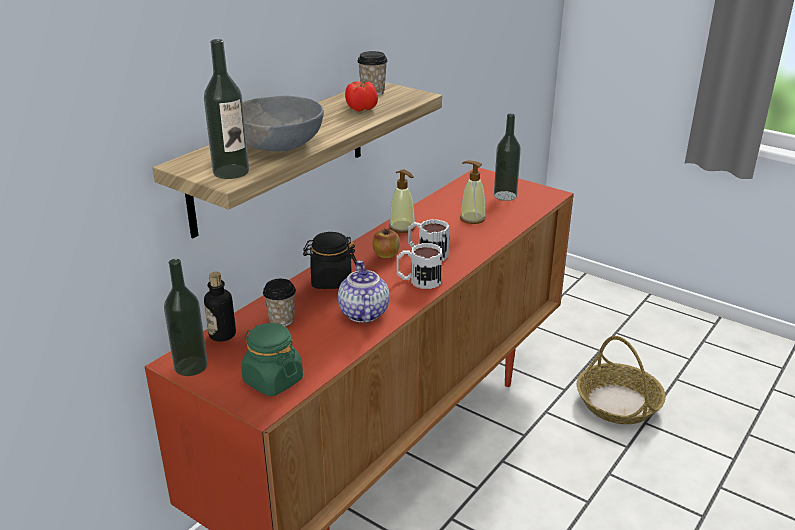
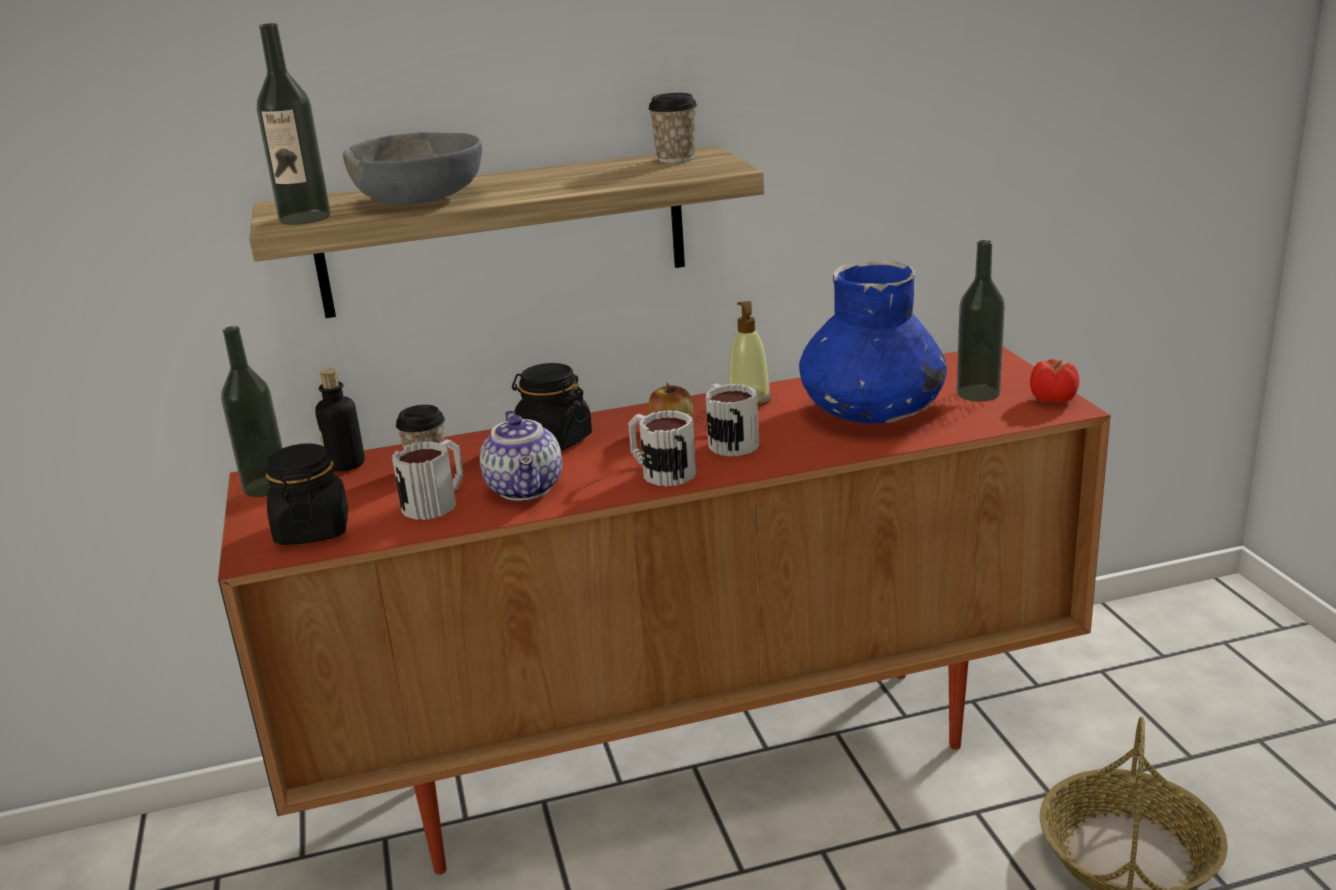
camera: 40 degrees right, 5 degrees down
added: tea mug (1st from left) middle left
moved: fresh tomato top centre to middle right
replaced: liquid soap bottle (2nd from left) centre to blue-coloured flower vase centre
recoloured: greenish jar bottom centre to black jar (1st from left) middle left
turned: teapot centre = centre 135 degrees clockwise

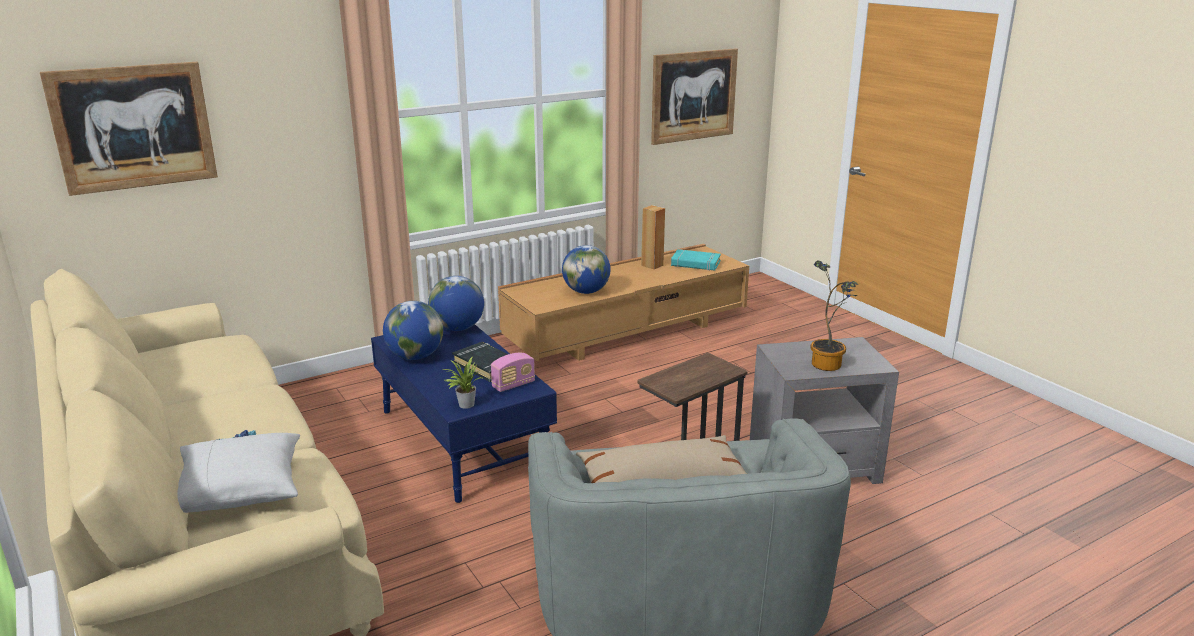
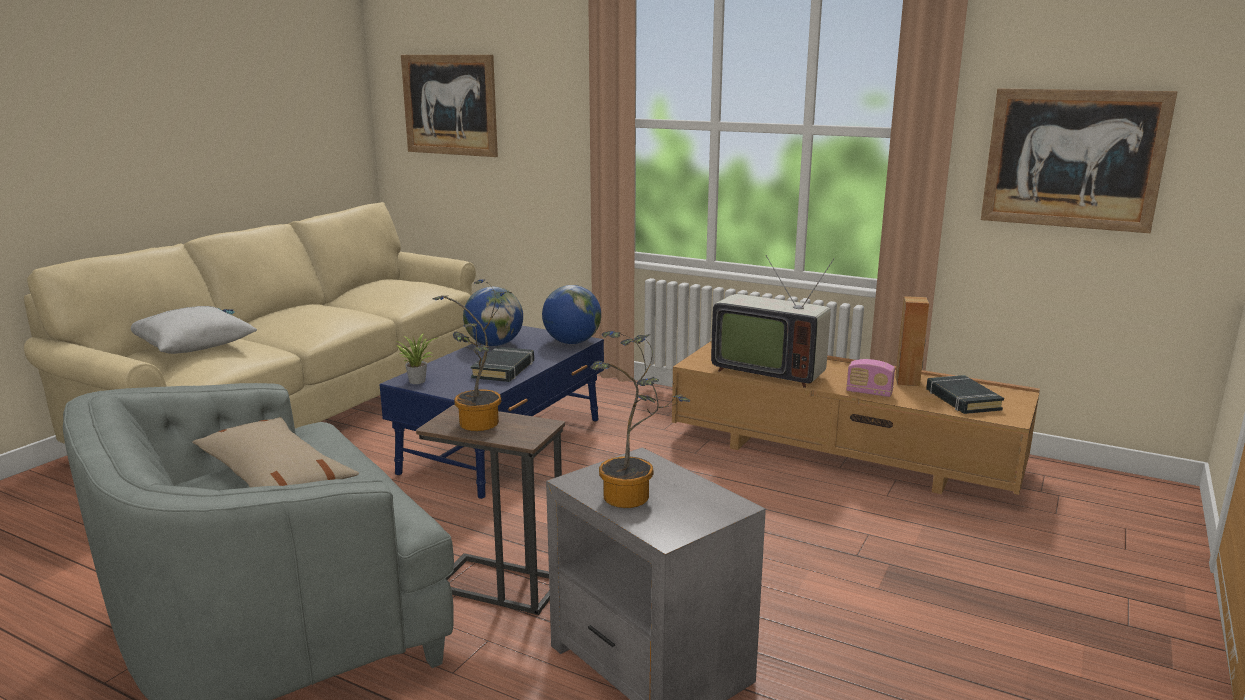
camera: 60 degrees right, 5 degrees down
added: plant in a pot (2nd from left) centre
moved: radio receiver centre to middle right
replaced: globe (3rd from left) centre to TV set centre
recoloured: turquoise bound book centre to black bound book (2nd from left) middle right

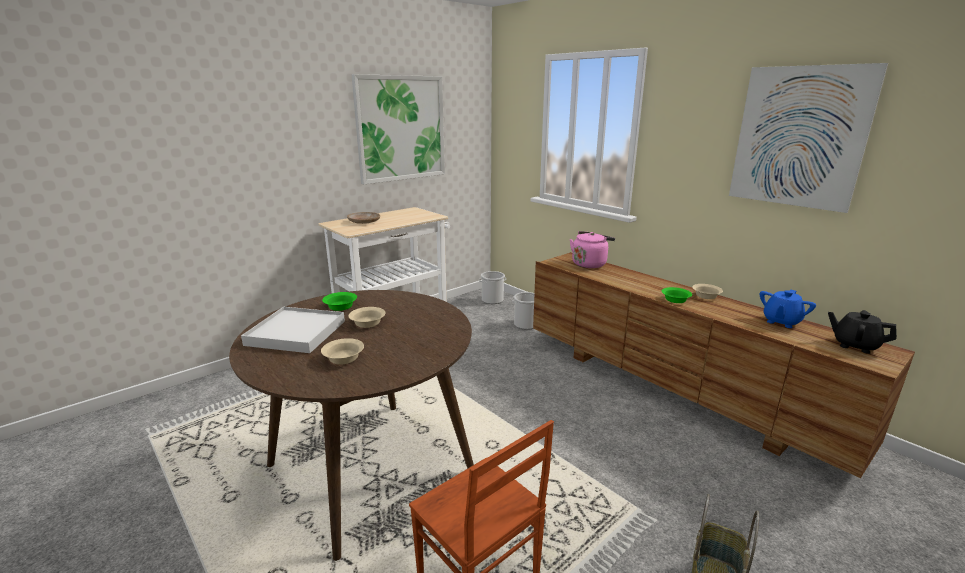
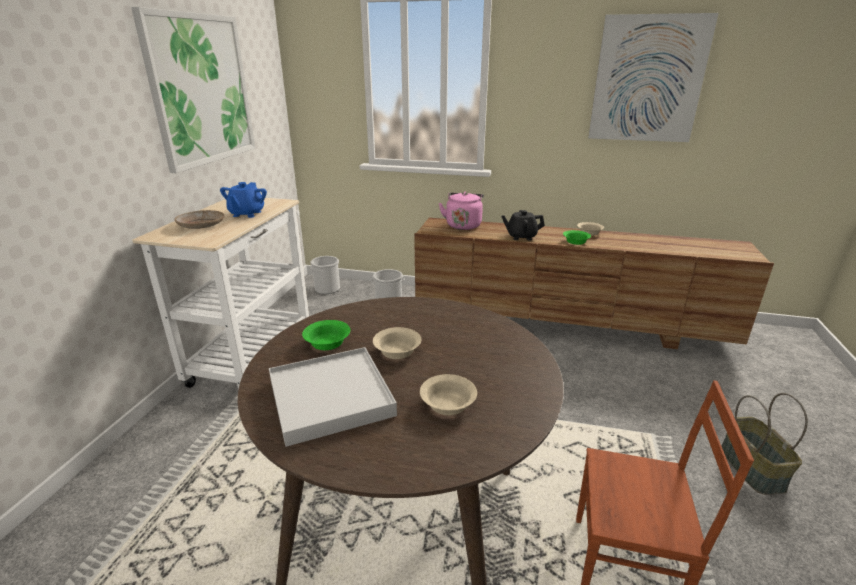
camera: 35 degrees left, 5 degrees up
moved: blue-coloured teapot middle right to middle left; black teapot middle right to centre

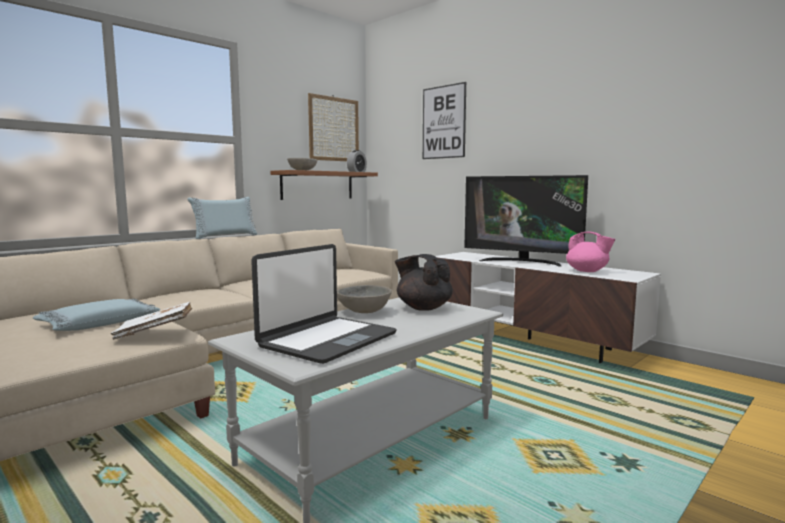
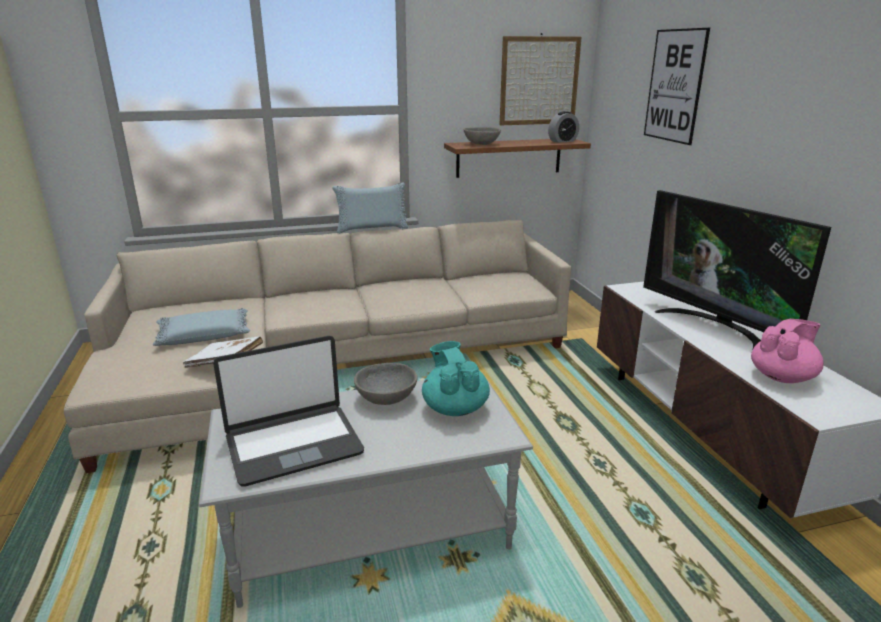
camera: 30 degrees right, 15 degrees up
recoloured: black teapot centre to turquoise teapot centre
turned: pink teapot middle right = middle right 105 degrees counterclockwise

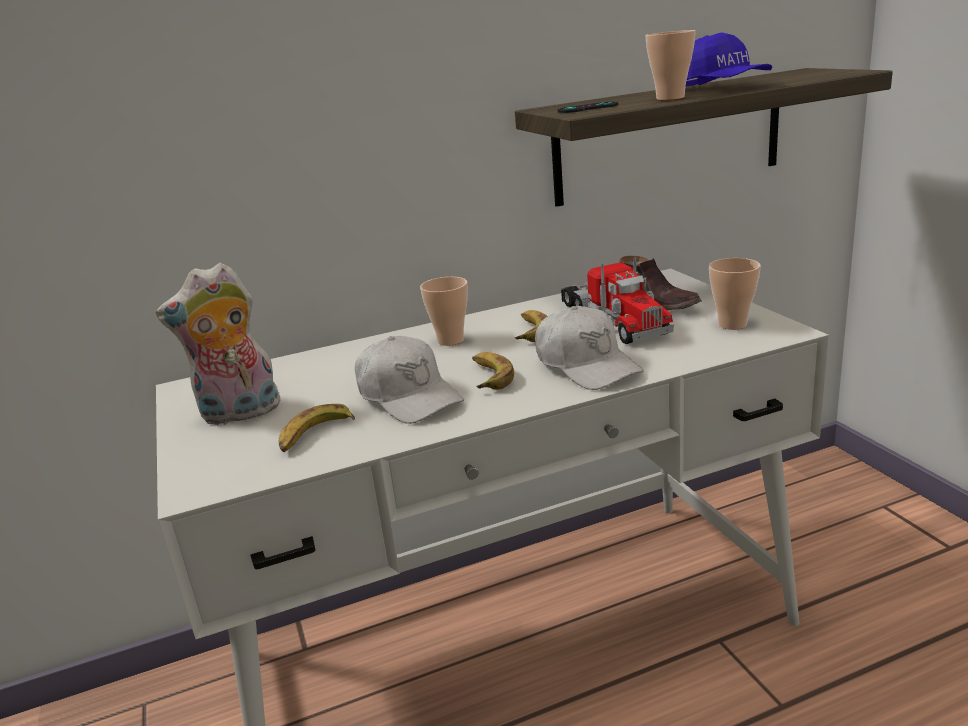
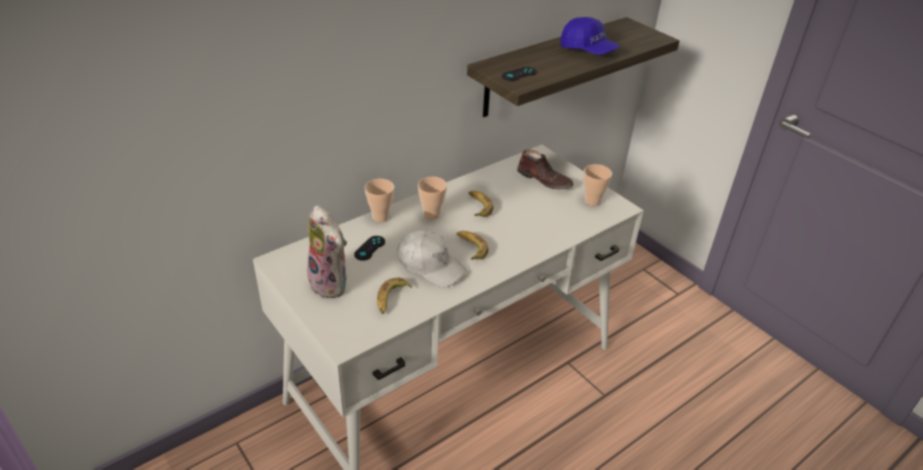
camera: 20 degrees left, 15 degrees up
removed: toy truck centre; white-coloured baseball cap (2nd from left) centre
added: black game controller (1st from left) centre
moved: small cup (2nd from left in the first image) top right to small cup (1st from left) centre
turned: soft toy middle left = centre 90 degrees counterclockwise

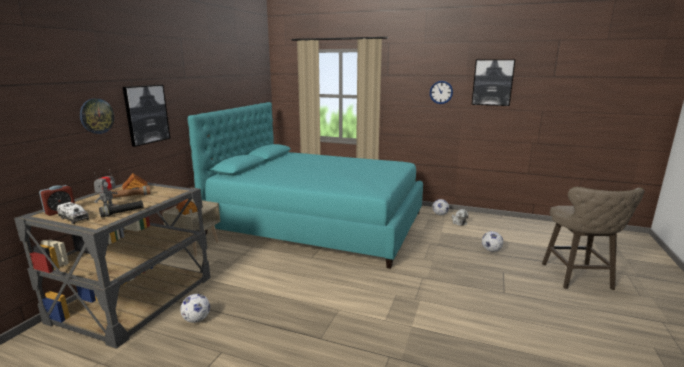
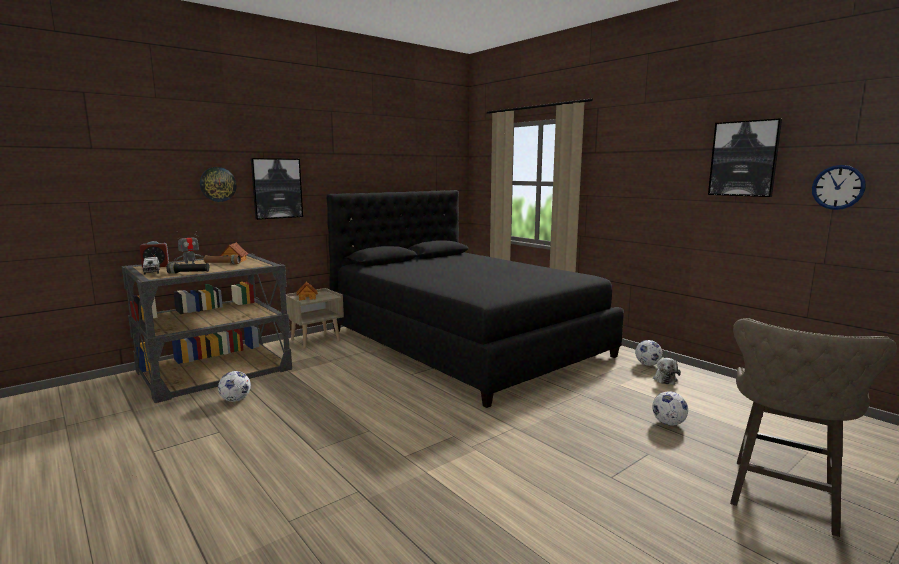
camera: 30 degrees right, 5 degrees down
moved: clock on the wall (2nd from left) top centre to top right
recoloured: turquoise bed centre to black bed centre

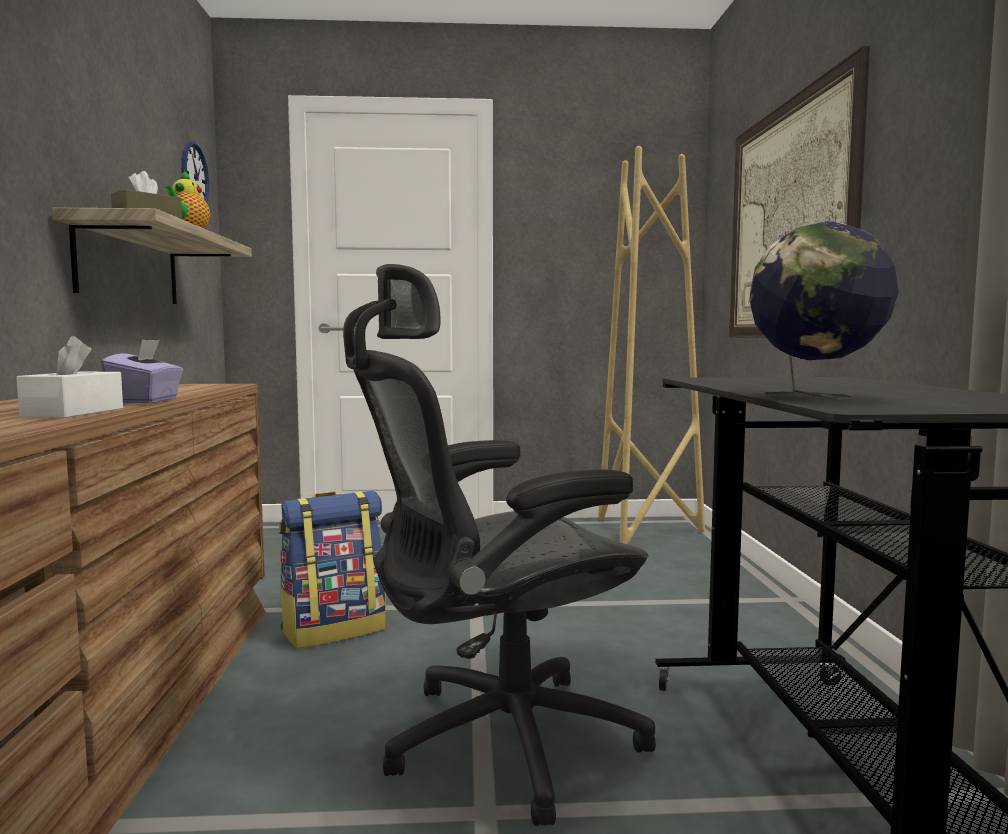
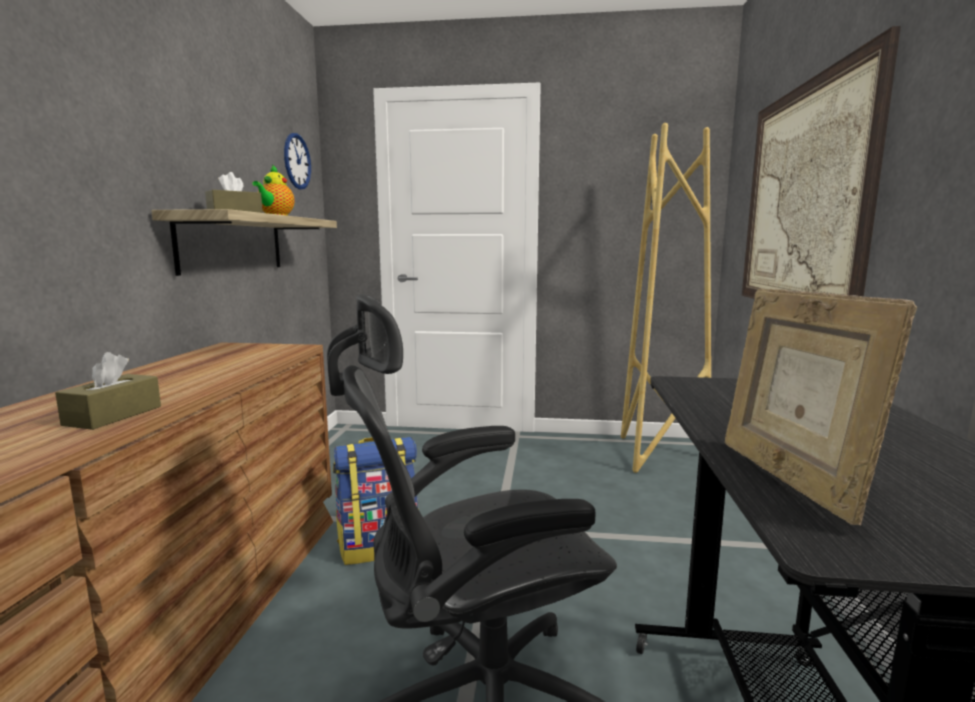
camera: 10 degrees right, 5 degrees up
removed: purple-coloured box of tissues middle left
replaced: globe middle right to standing frame middle right
recoloured: white-coloured box of tissues middle left to brown-coloured box of tissues (1st from left) middle left

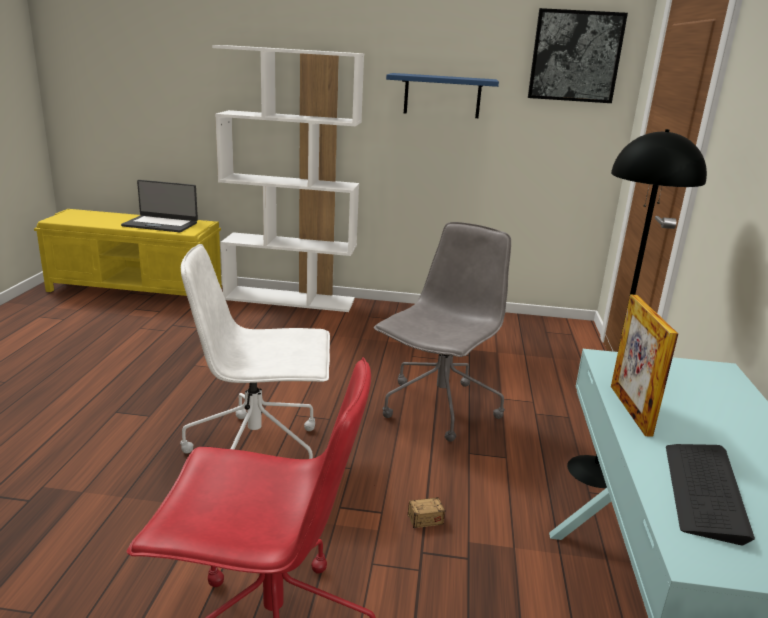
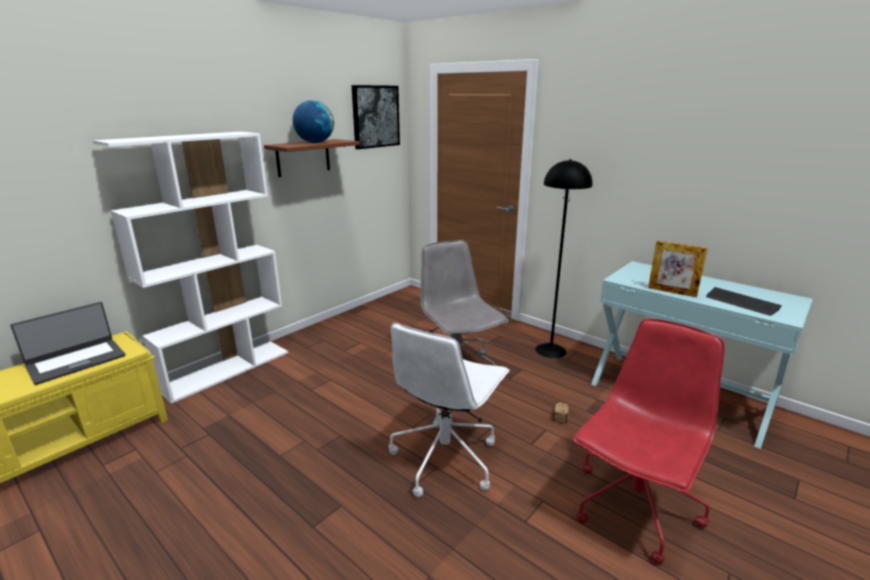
camera: 55 degrees left, 0 degrees up
added: globe top centre
recoloured: blue-coloured wall shelf top centre to brown-coloured wall shelf top centre

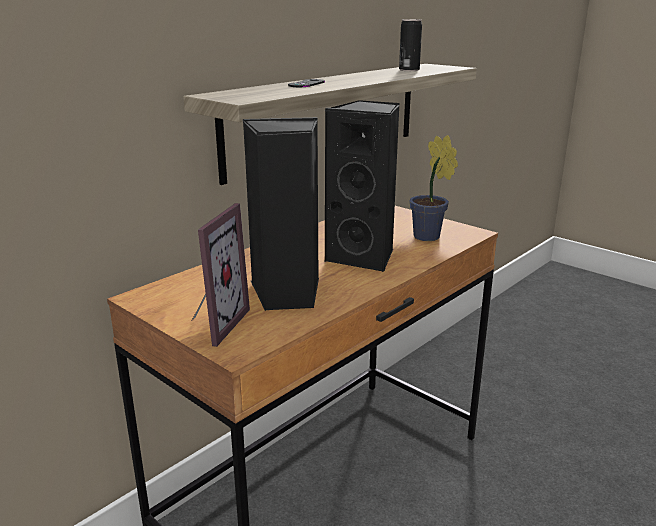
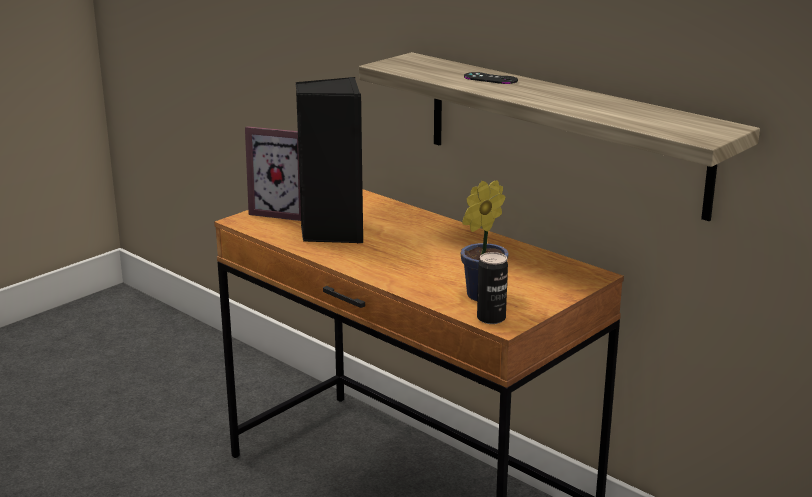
camera: 90 degrees right, 0 degrees up
removed: black loudspeaker (2nd from left) centre
moved: can top centre to centre

